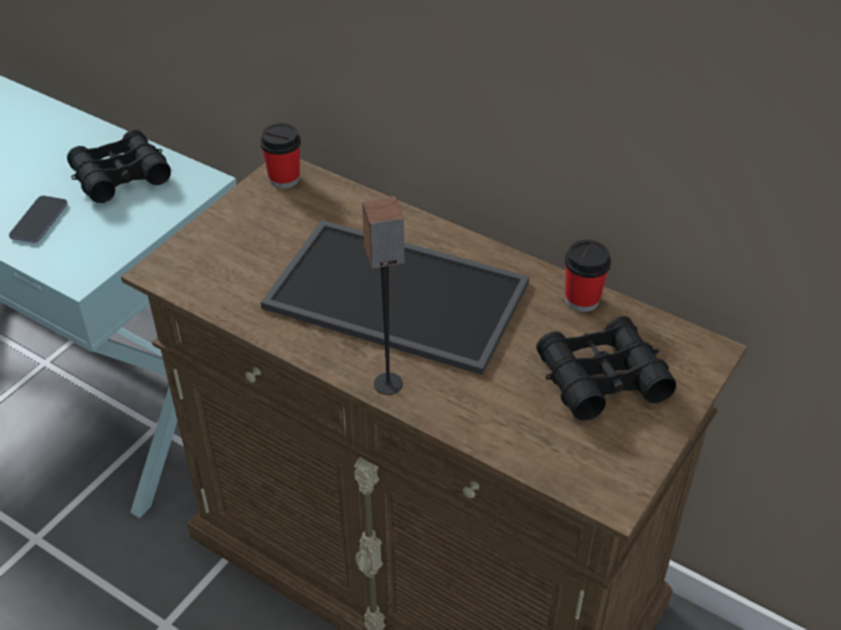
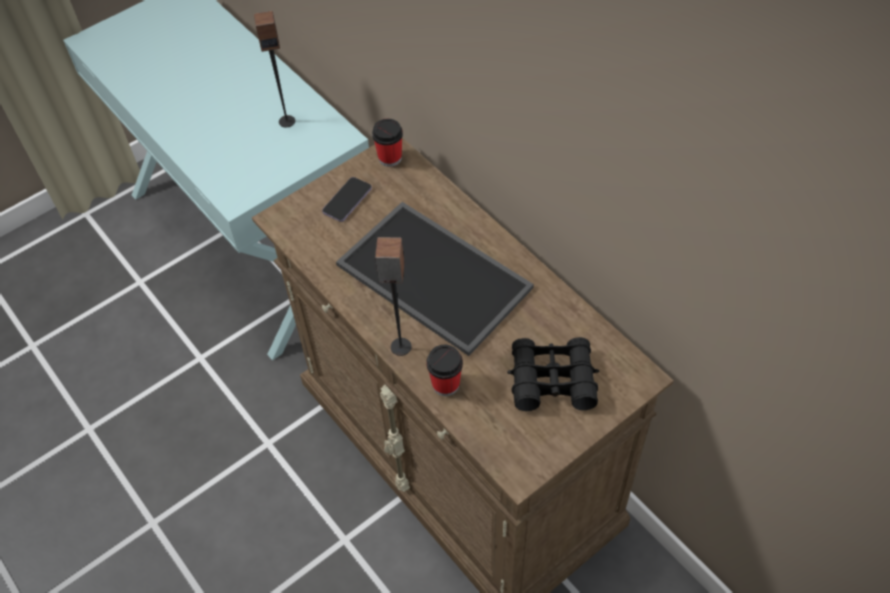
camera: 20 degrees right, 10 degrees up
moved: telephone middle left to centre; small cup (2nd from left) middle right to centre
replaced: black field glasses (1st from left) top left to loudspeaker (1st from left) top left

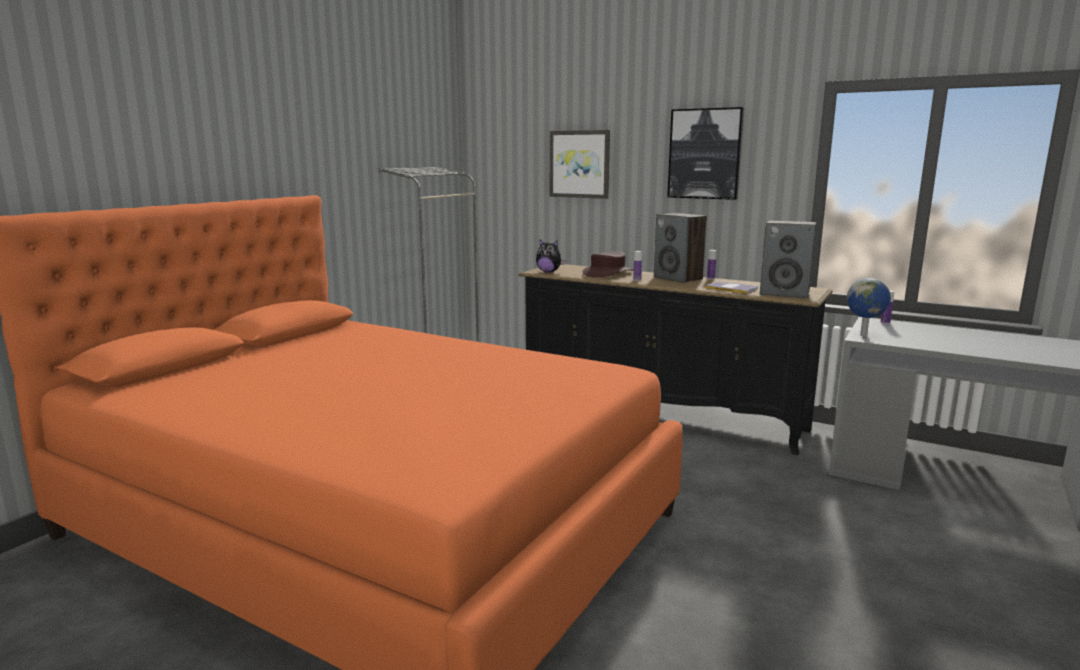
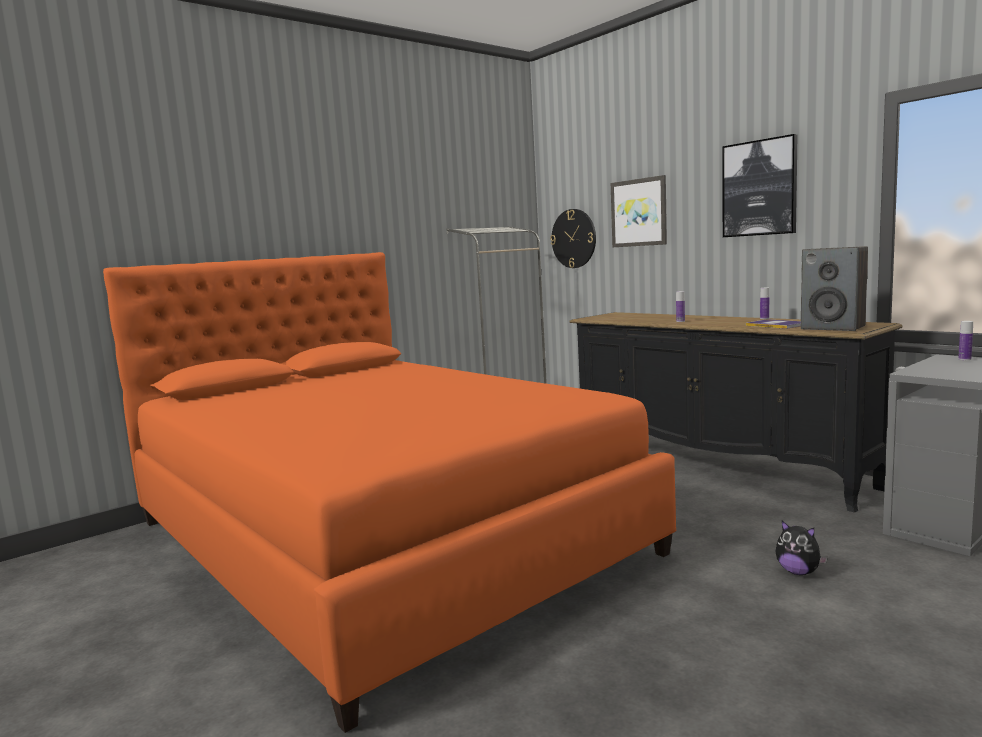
camera: 20 degrees right, 5 degrees down
removed: loudspeaker (1st from left) centre; brown-coloured wearable hat centre; globe middle right
added: clock on the wall top centre
moved: soft toy centre to bottom right

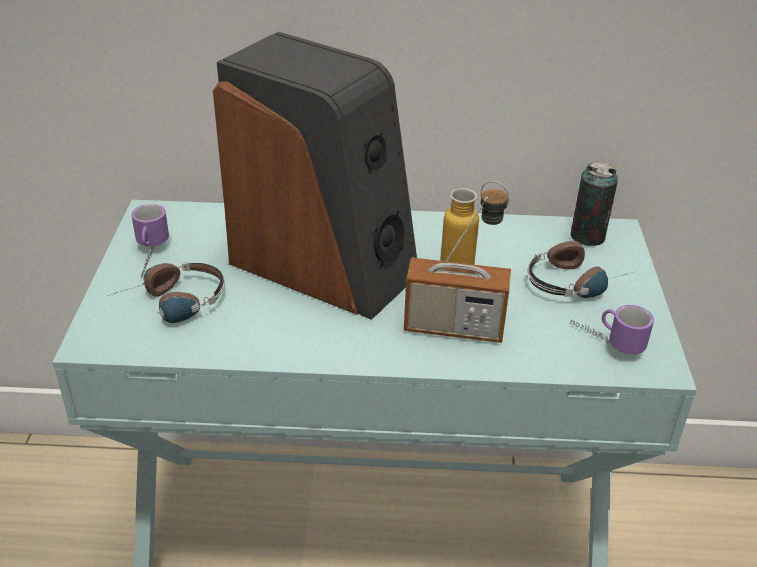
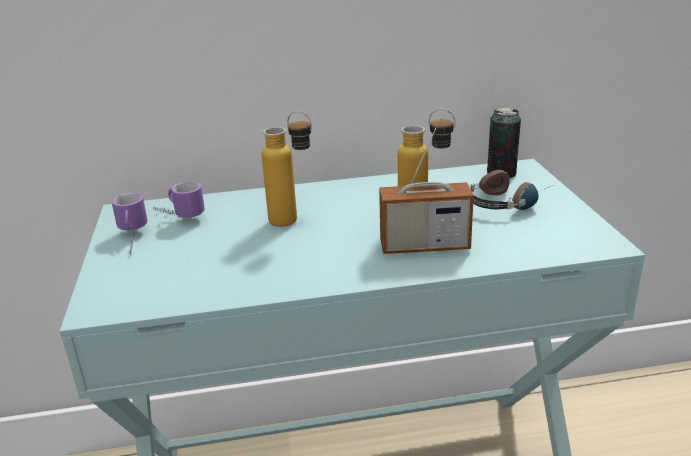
camera: 10 degrees left, 10 degrees down
removed: pair of headphones (1st from left) middle left
moved: tea mug (2nd from left) middle right to middle left
replaced: loudspeaker top centre to drink bottle (1st from left) centre

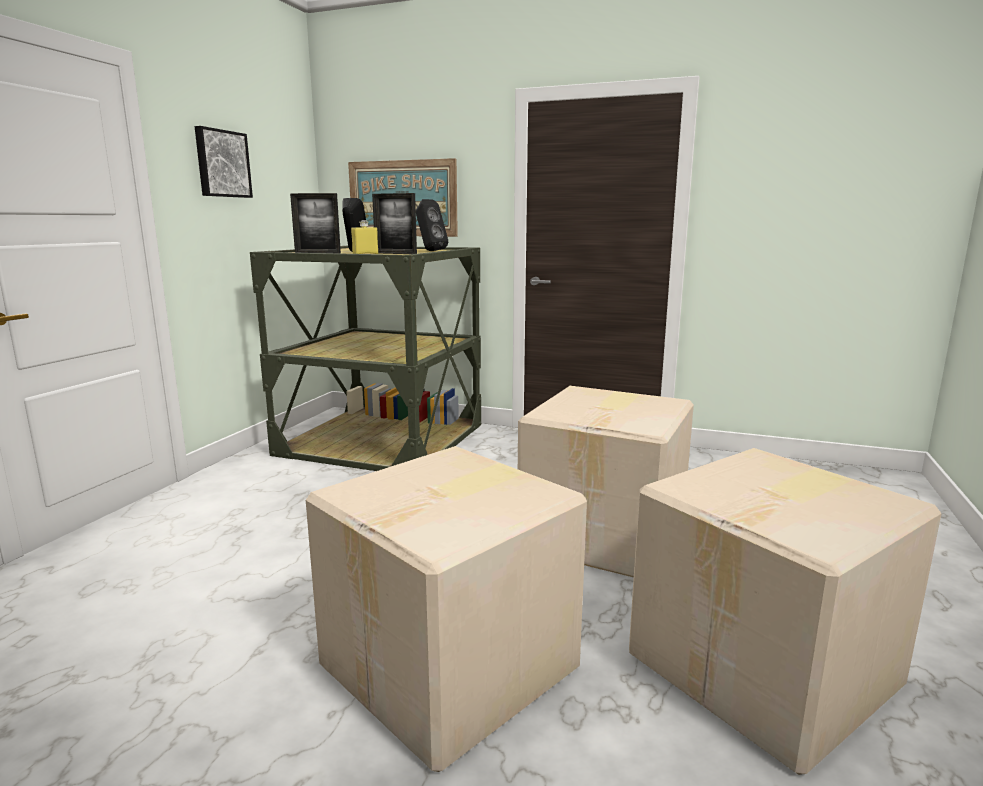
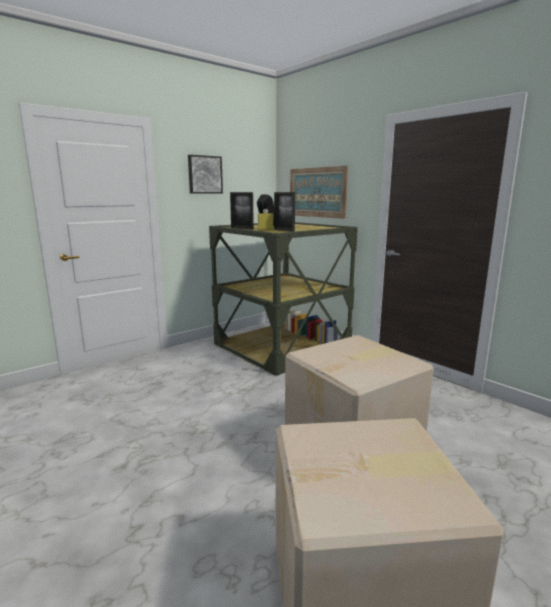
camera: 30 degrees right, 0 degrees up
removed: black loudspeaker (2nd from left) top centre; packing box (1st from left) bottom centre

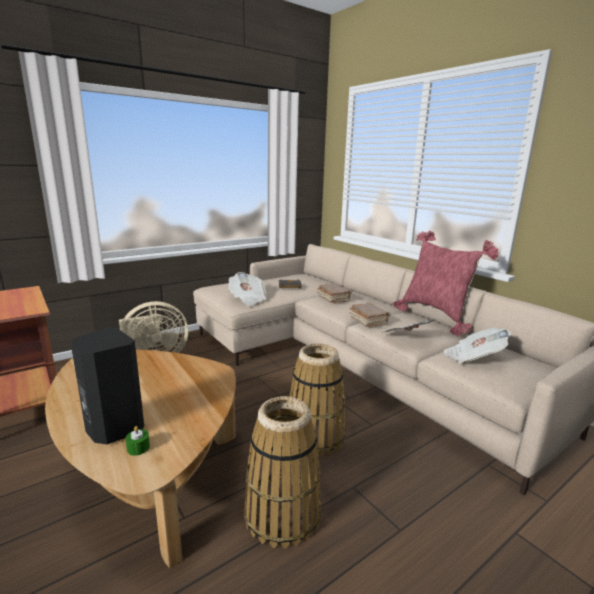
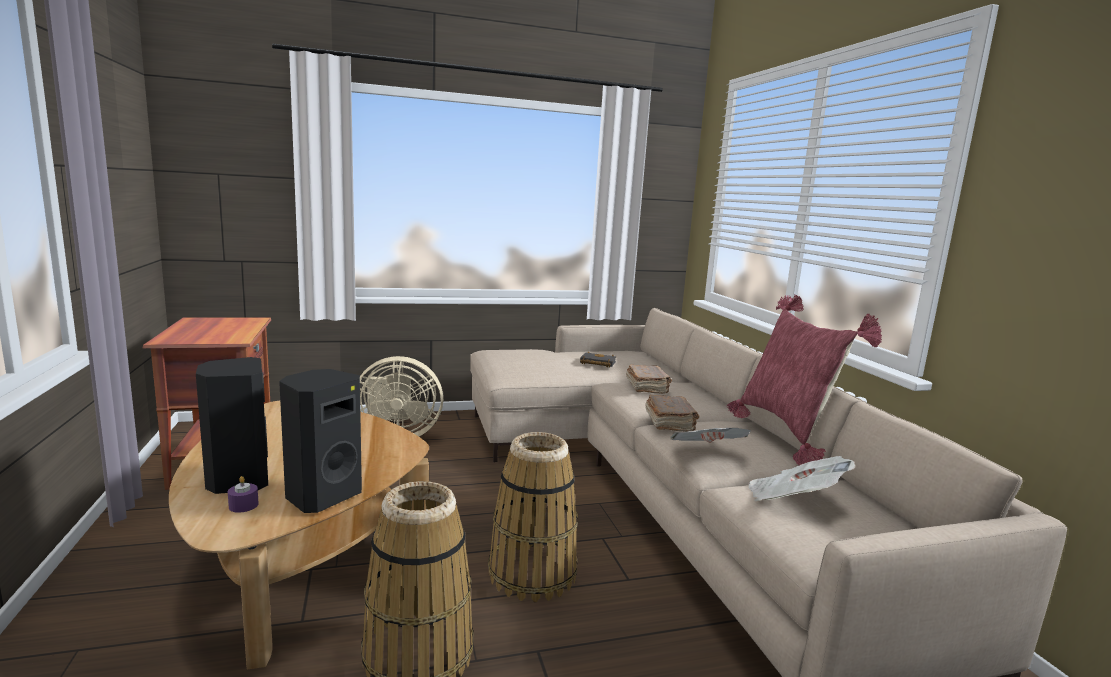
camera: 20 degrees right, 5 degrees down
removed: printed paper (1st from left) centre
added: black loudspeaker (2nd from left) middle left
recoloured: greenish candle bottom left to purple-coloured candle bottom left

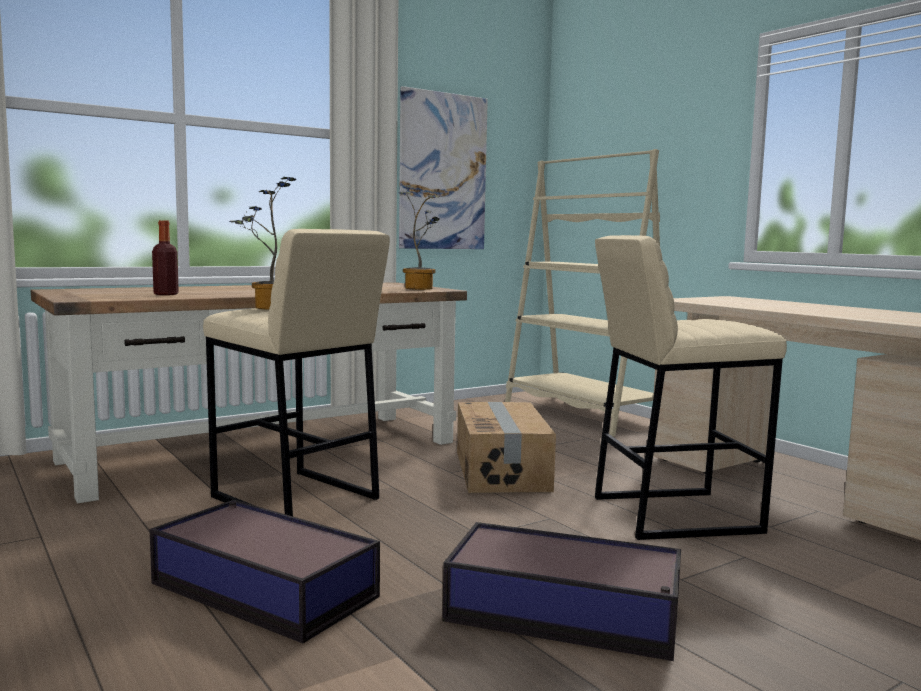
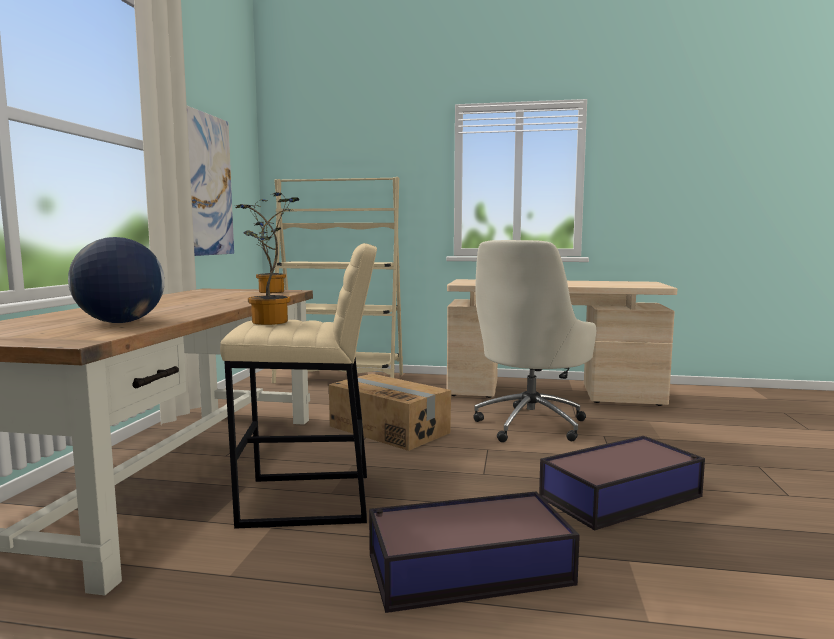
camera: 45 degrees left, 0 degrees up
replaced: drink bottle middle left to globe middle left; sand-coloured stool (2nd from left) middle right to sand-coloured computer chair centre

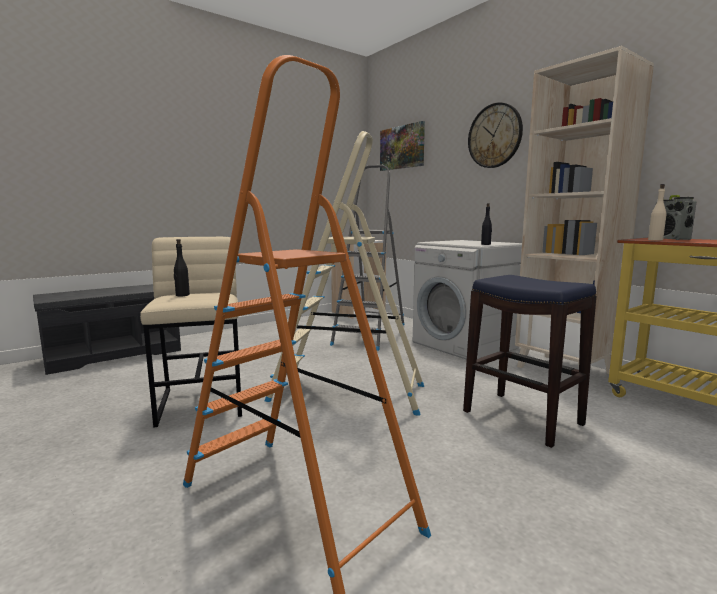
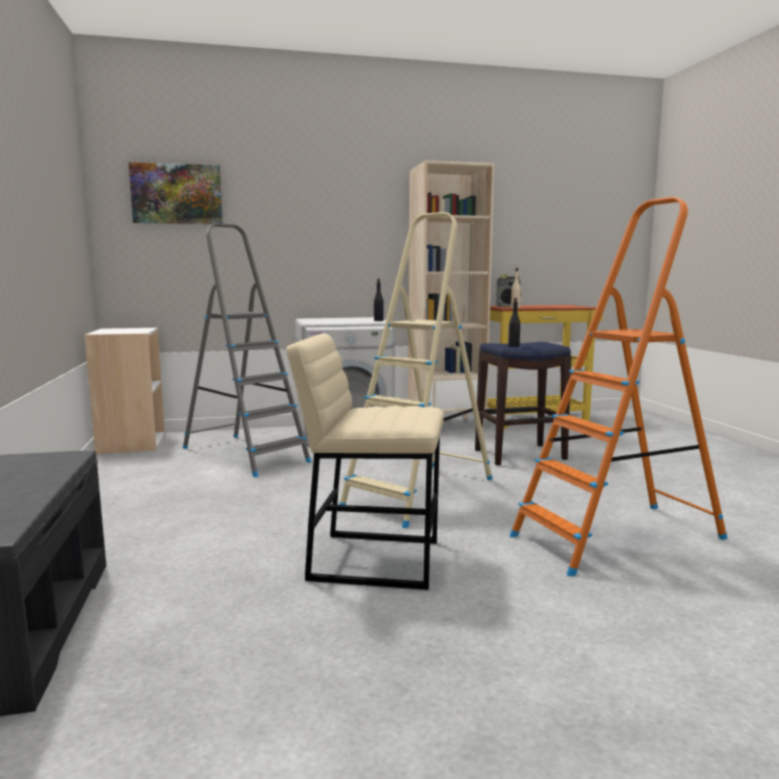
camera: 65 degrees left, 0 degrees up
removed: clock on the wall top right
moved: black drink bottle (1st from left in the first image) middle left to black drink bottle (2nd from left) centre

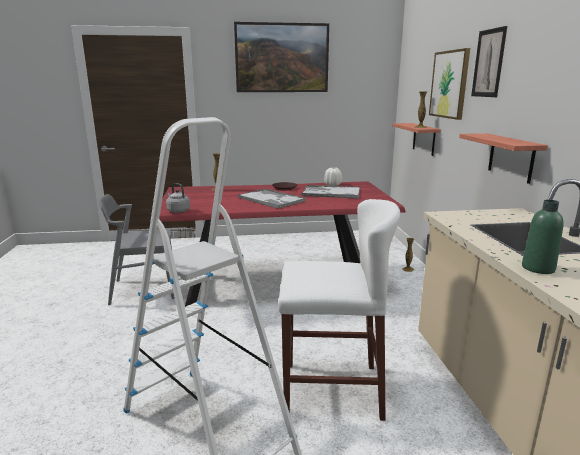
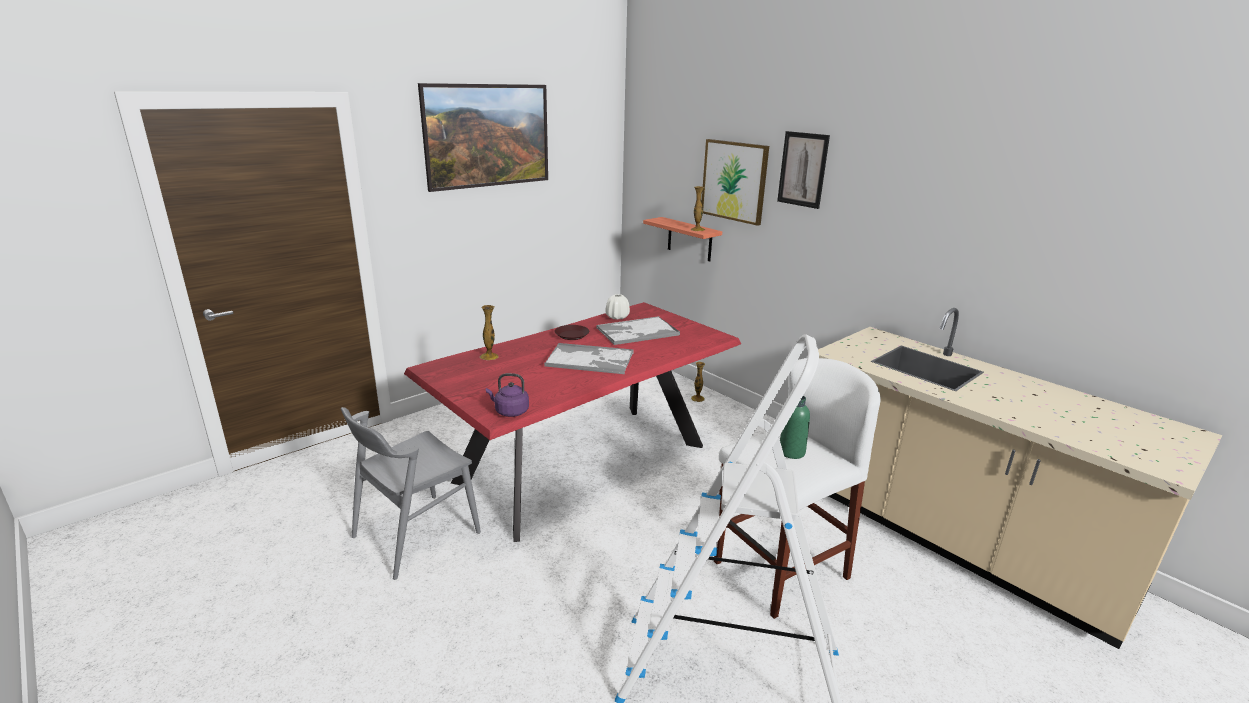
camera: 35 degrees left, 5 degrees up
removed: wall shelf (2nd from left) middle right
moved: greenish drink bottle middle right to centre
recoloured: gray water kettle middle left to purple-coloured water kettle centre

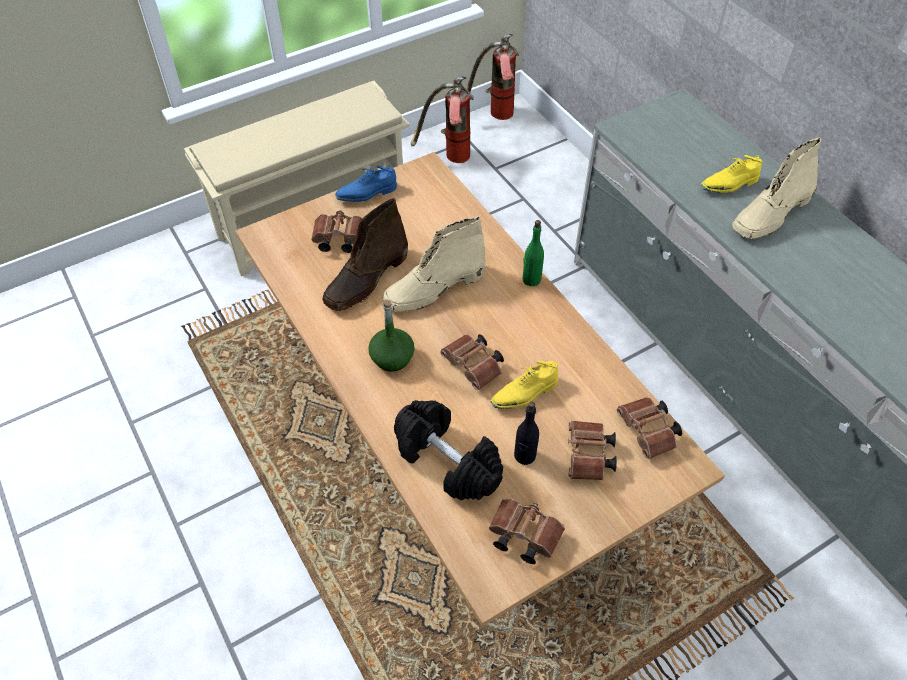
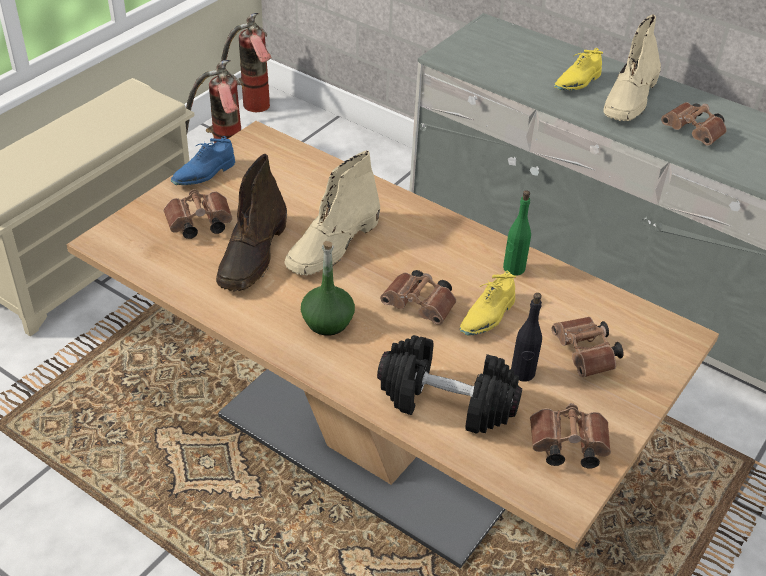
camera: 25 degrees left, 10 degrees down
moved: greenish drink bottle (2nd from left) centre to middle right; brown-coloured field glasses (5th from left) middle right to top right

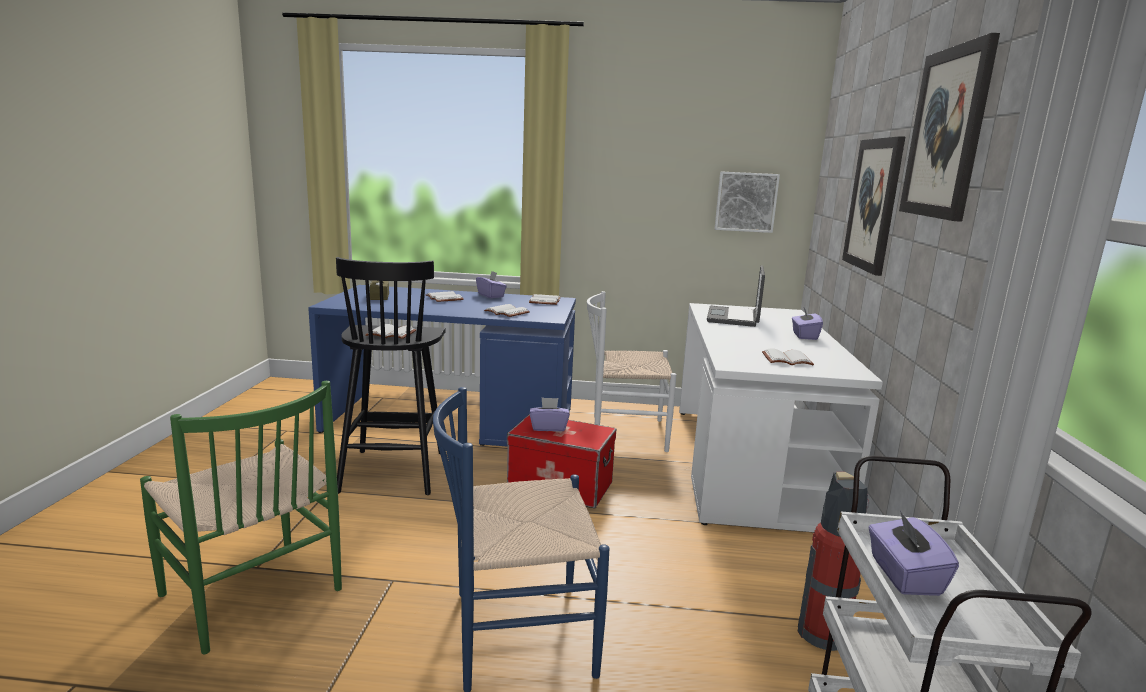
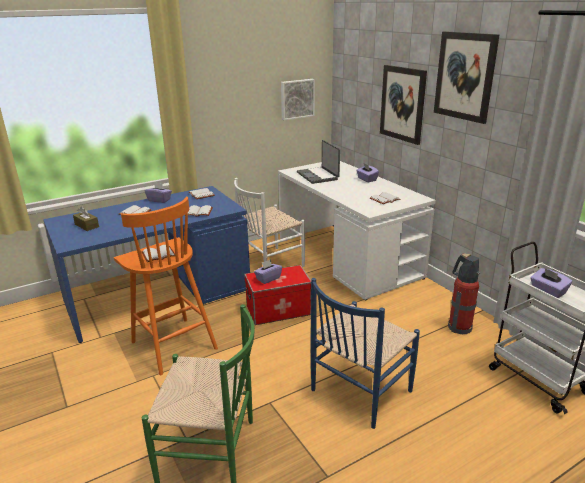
camera: 35 degrees left, 10 degrees up
recoloured: black stool centre to orange-coloured stool middle left

